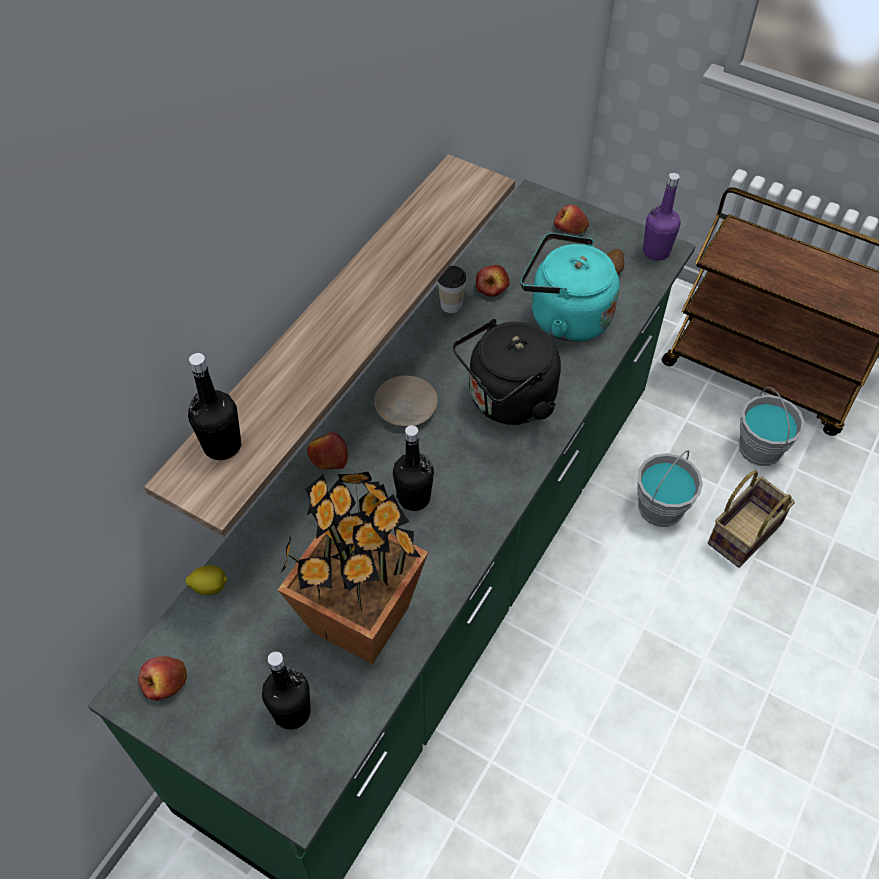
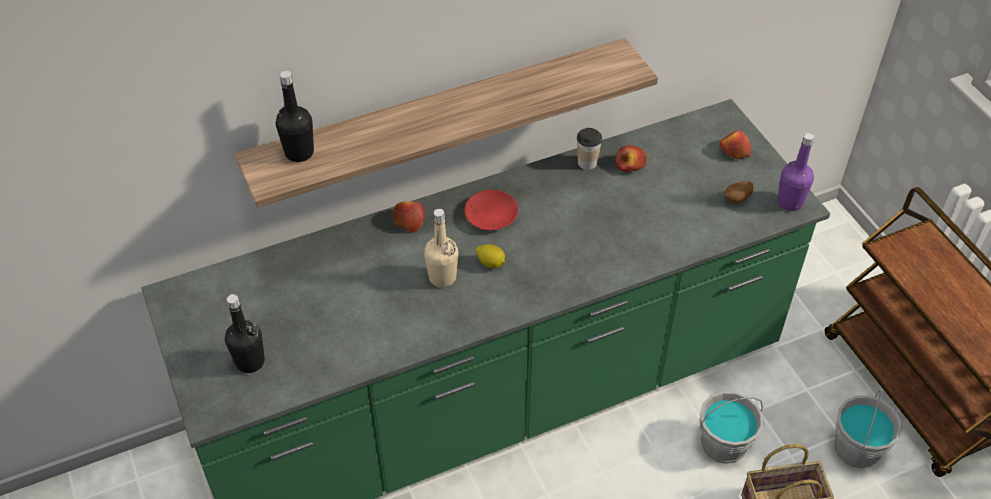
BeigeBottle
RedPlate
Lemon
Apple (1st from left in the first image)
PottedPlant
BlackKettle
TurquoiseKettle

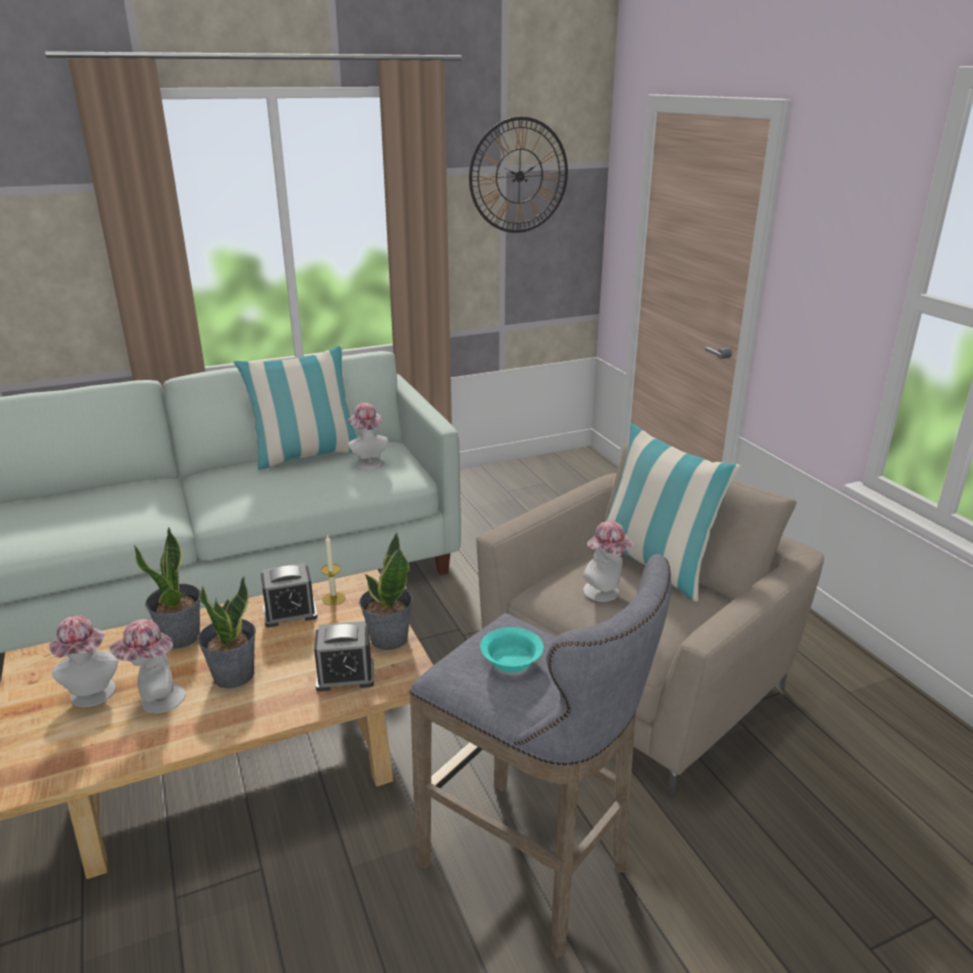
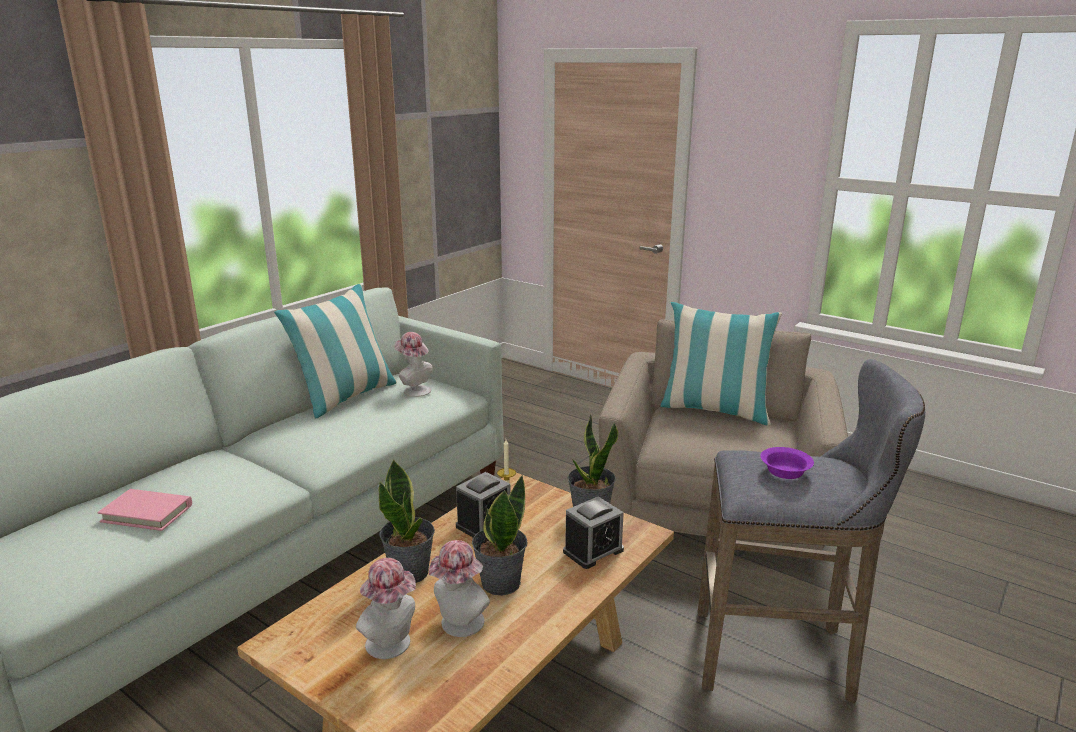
PinkBook
PurpleBowl
WallClock
Hat (4th from left in the first image)

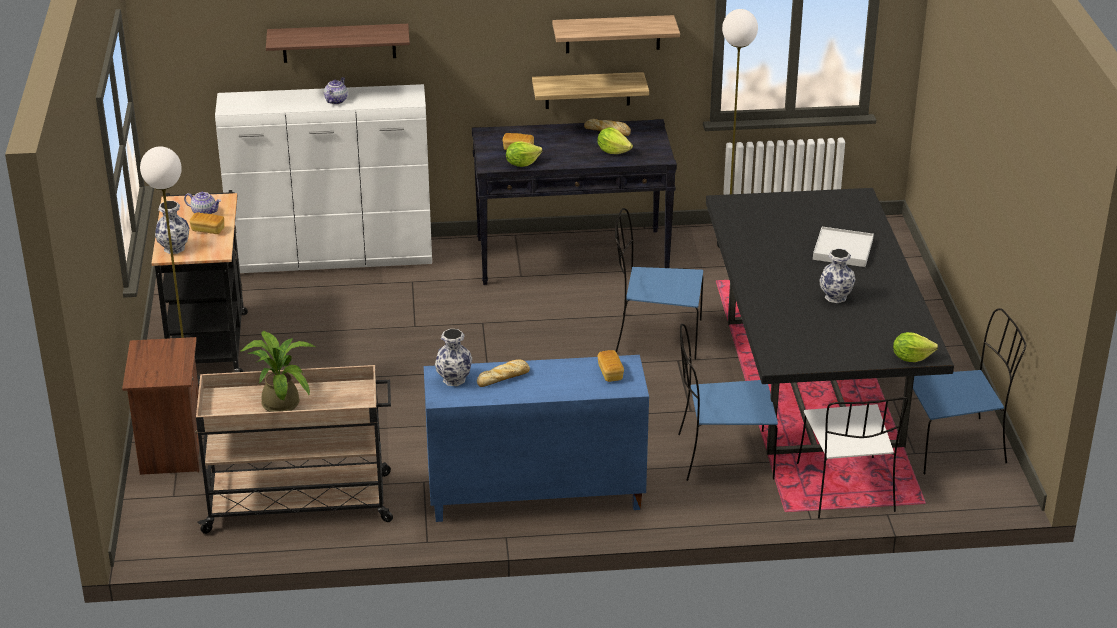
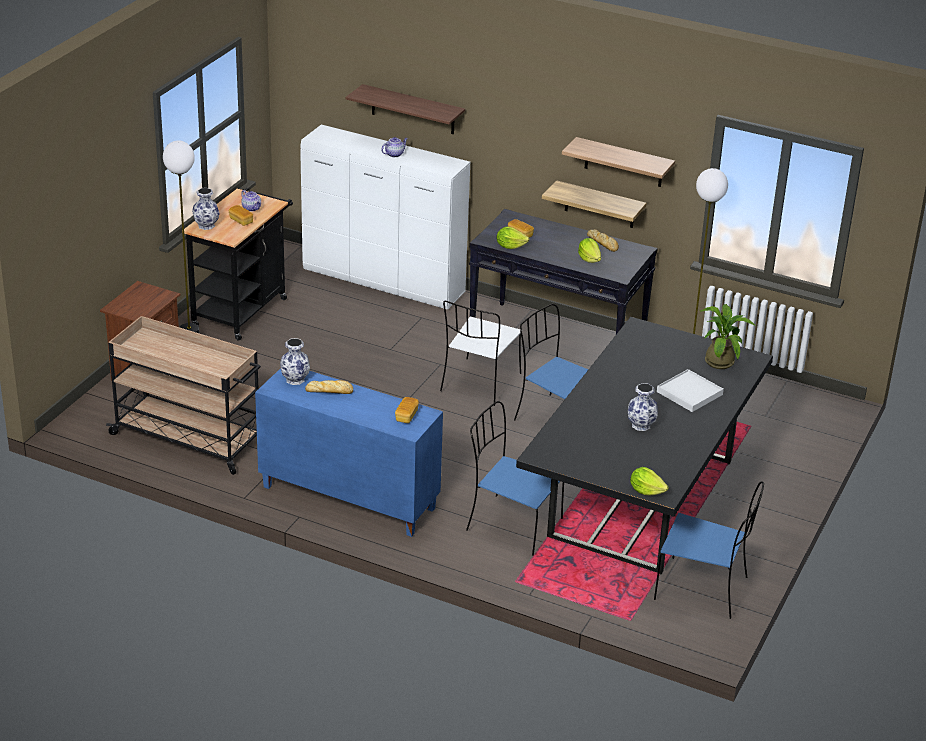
WhiteChair
PottedPlant

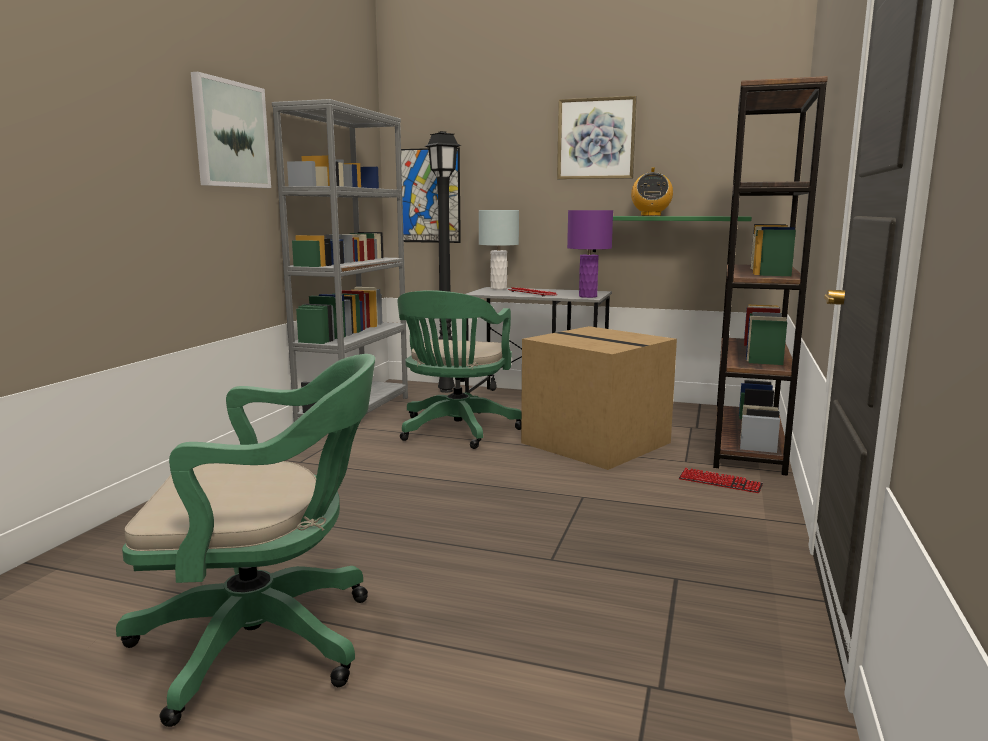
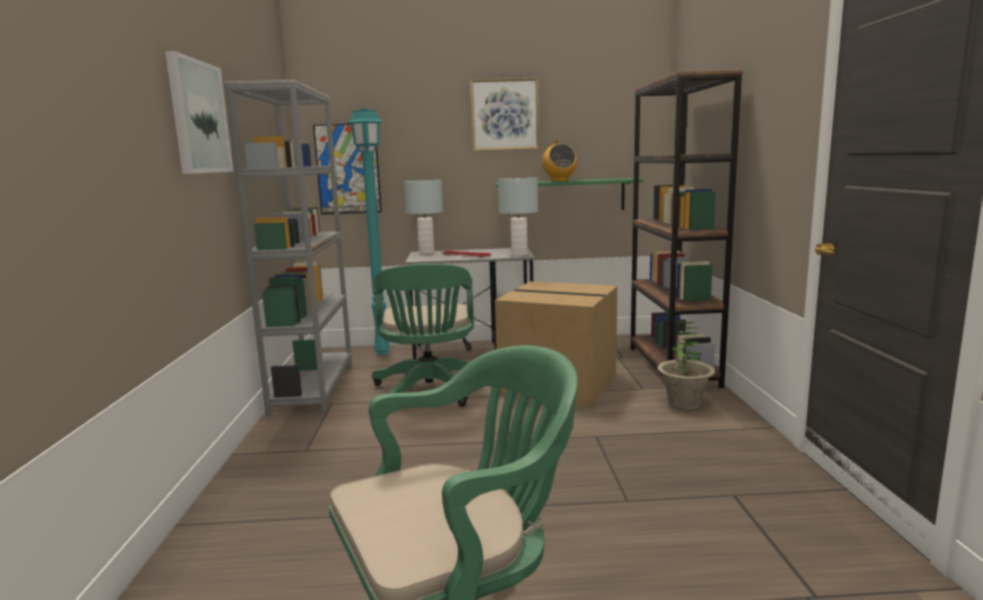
TurquoiseFloorLamp
GreyTableLamp (2nd from left)
PottedPlant

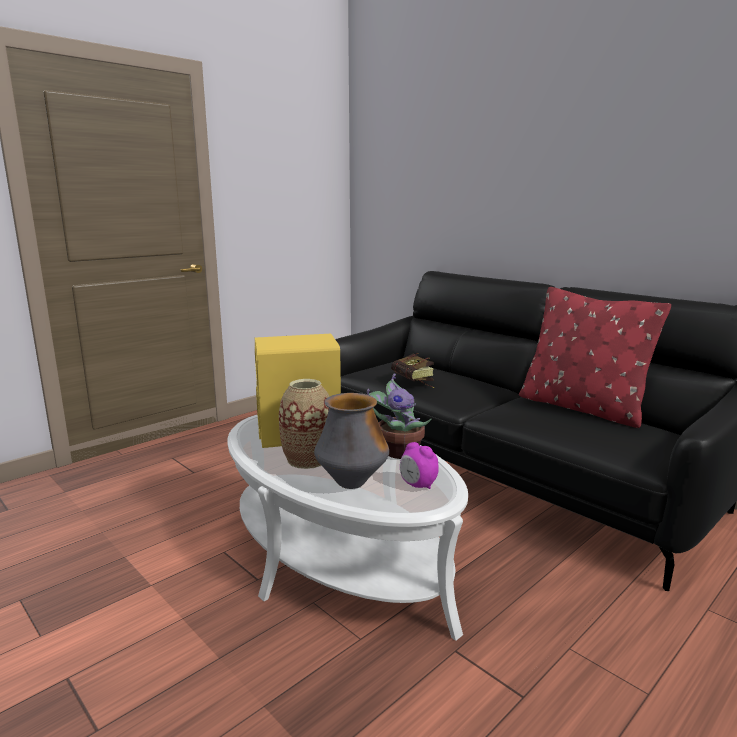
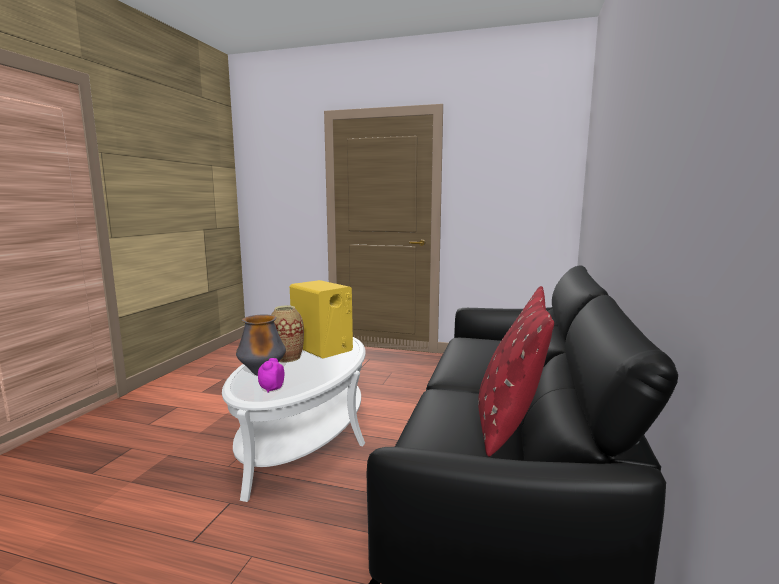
PottedPlant
Book

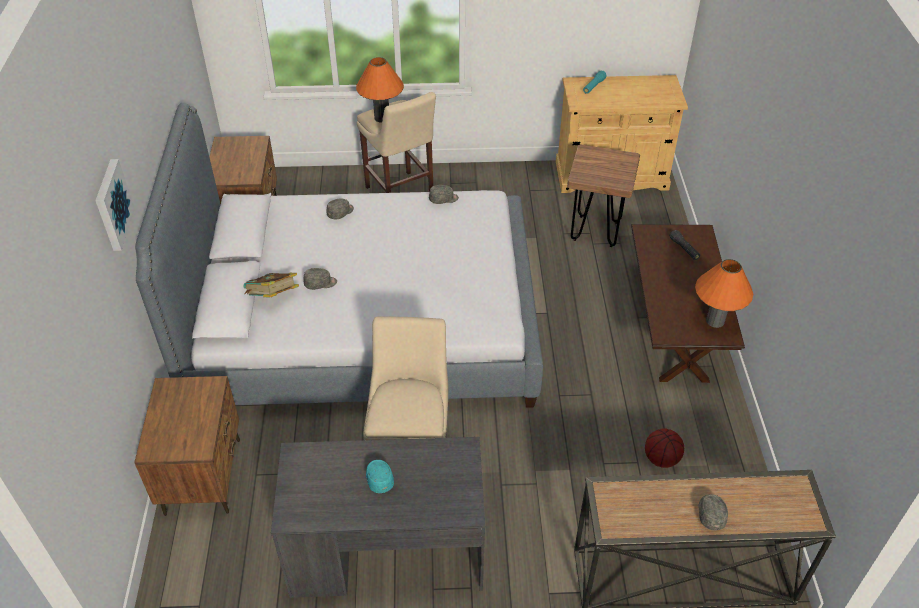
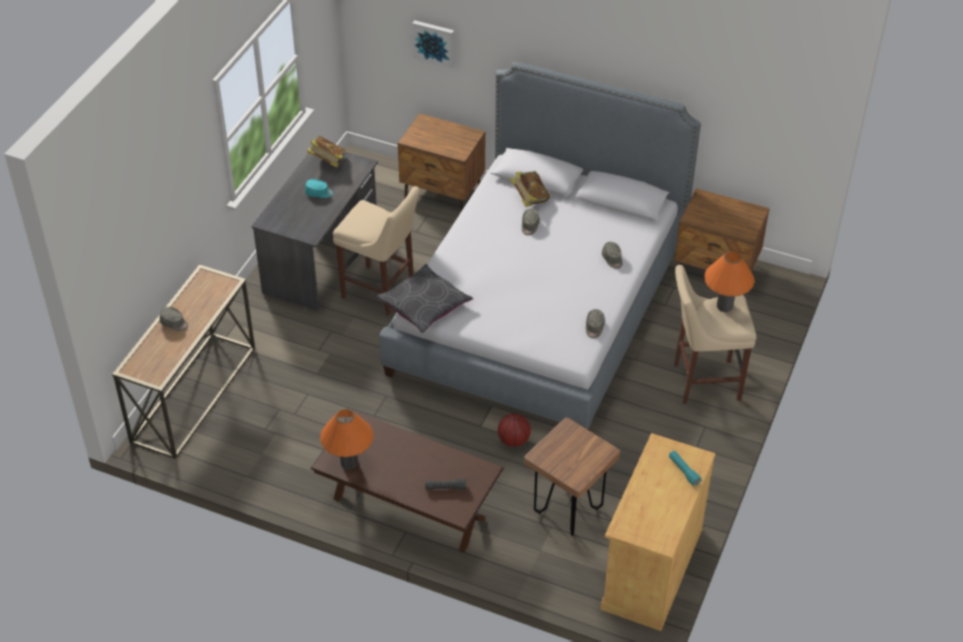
Book (1st from left)
GreyPillow
Picture
Basketball

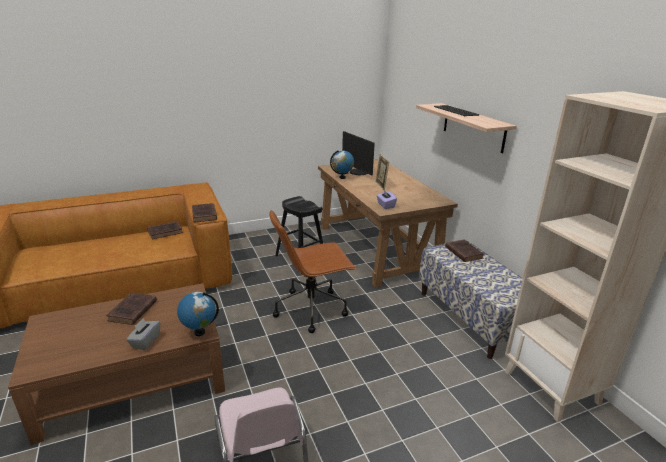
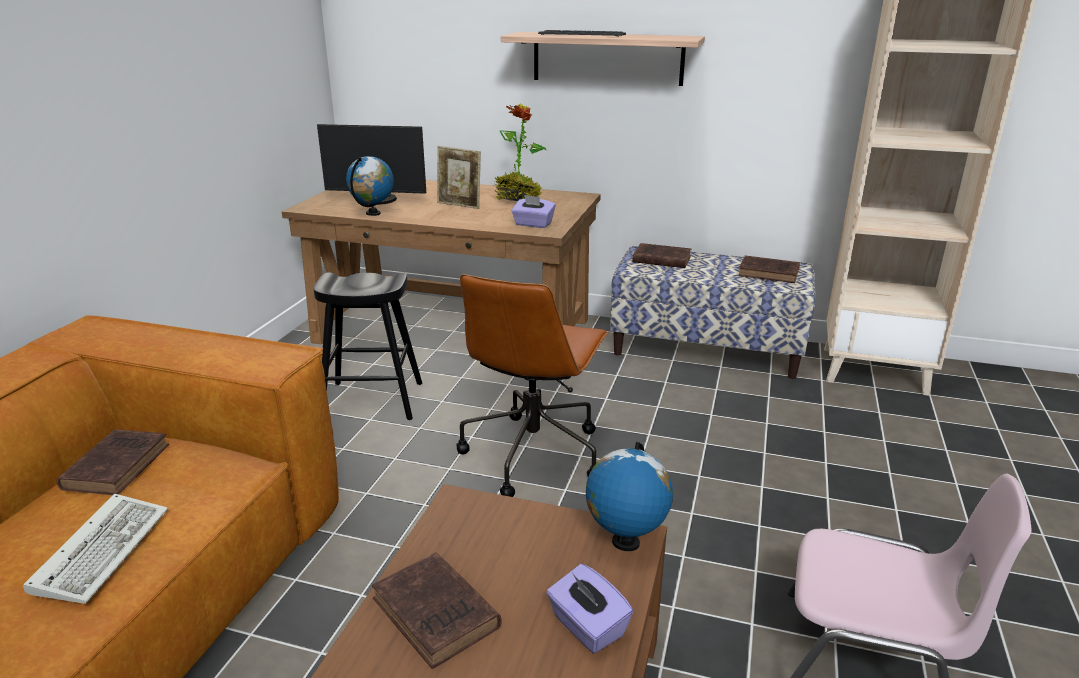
Keyboard (1st from left)
PottedPlant
PurpleTissueBox (2nd from left)
BrownBook (4th from left)

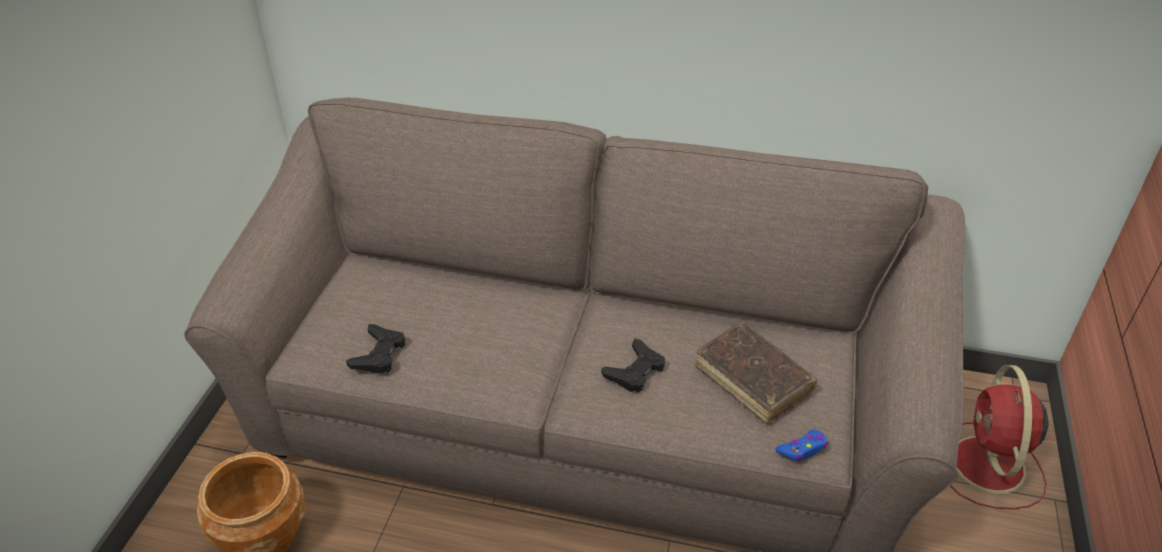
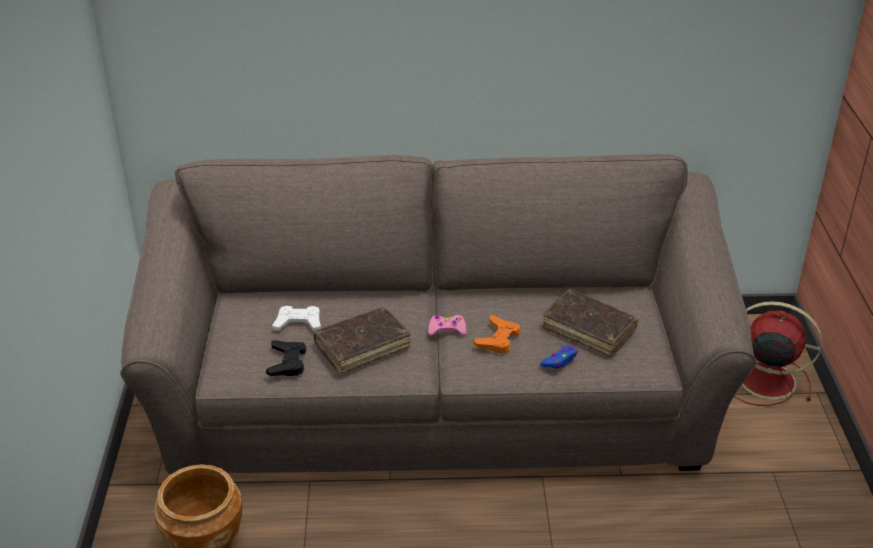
WhiteGameController
BrownBook (1st from left)
PinkGameController
OrangeGameController
BlueGameController
RedFan

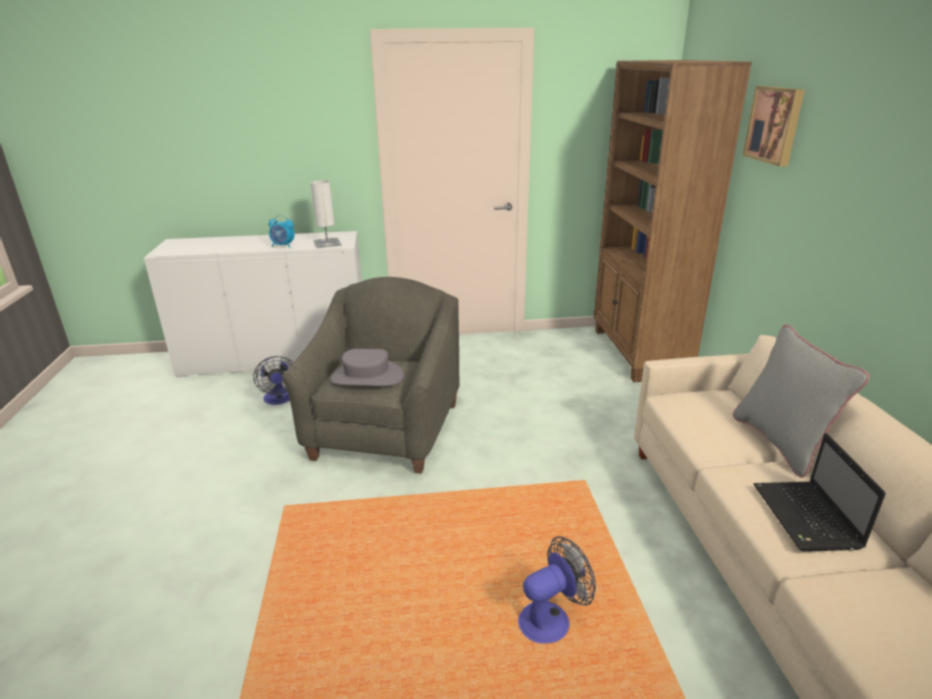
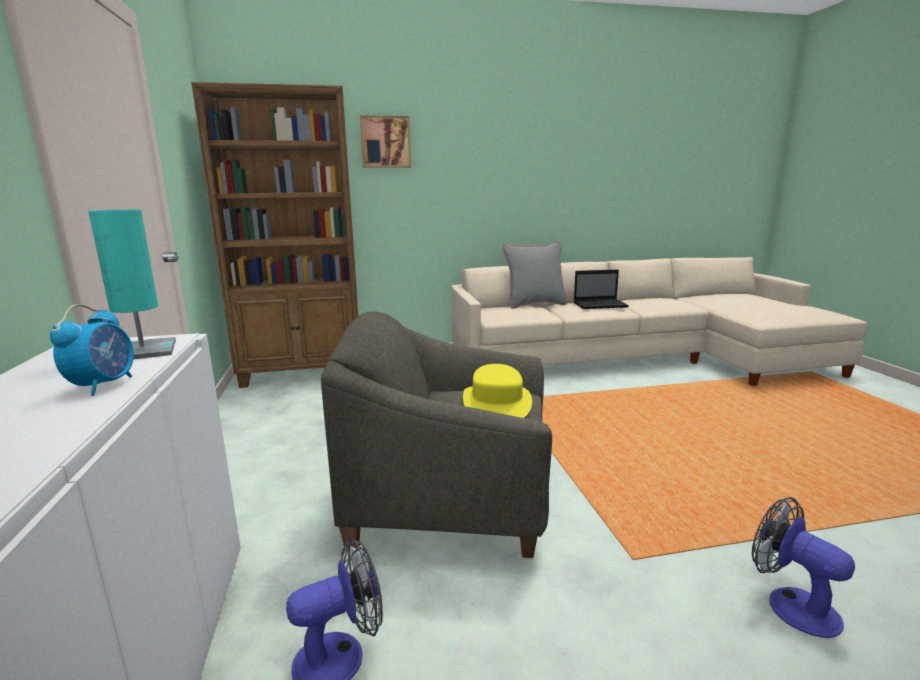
TurquoiseTableLamp
YellowHat
Fan (2nd from left)

